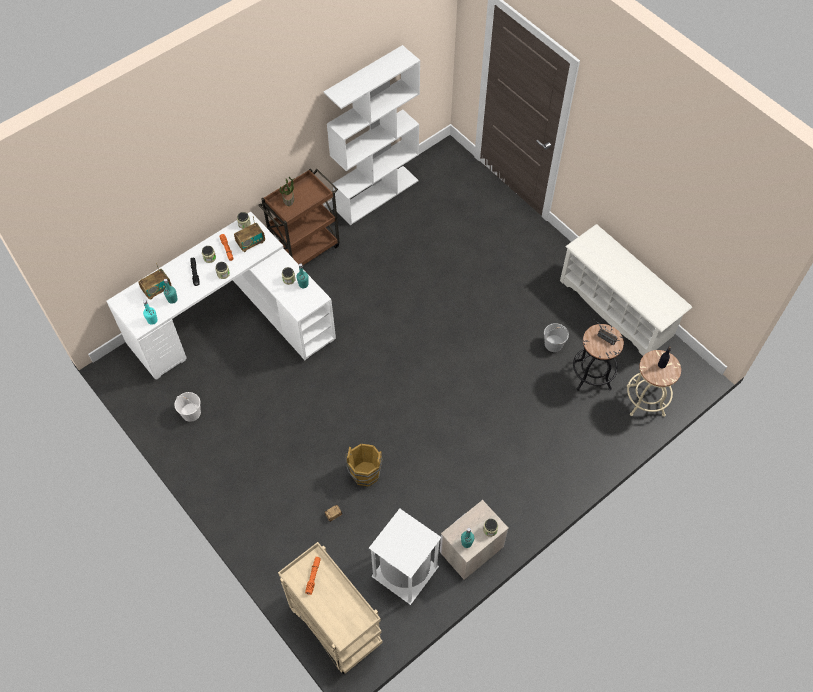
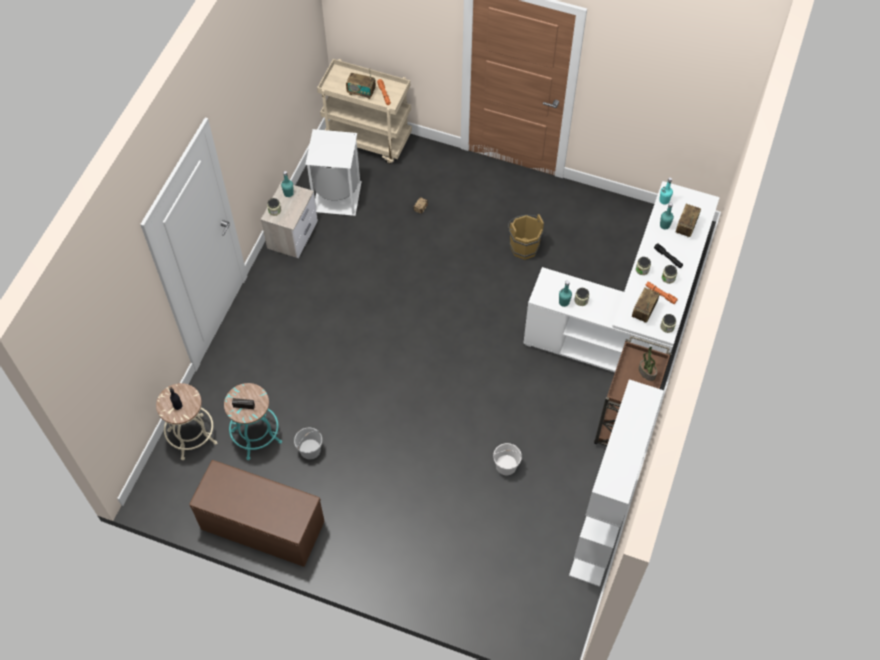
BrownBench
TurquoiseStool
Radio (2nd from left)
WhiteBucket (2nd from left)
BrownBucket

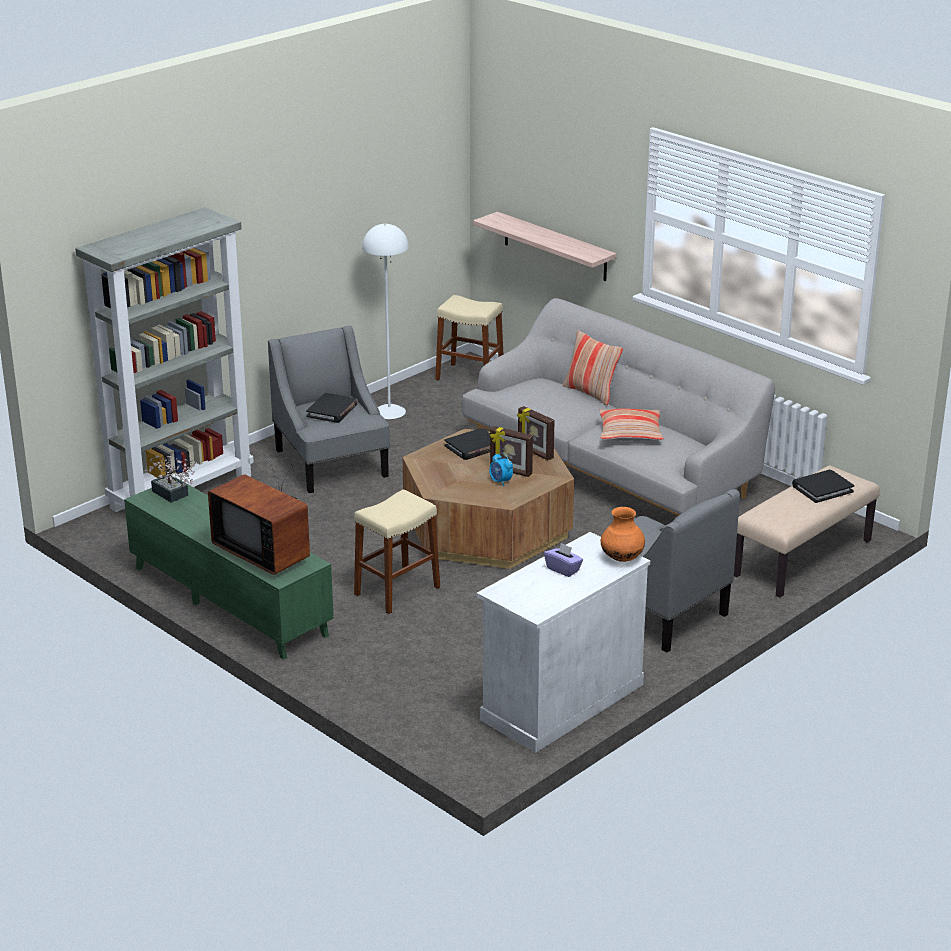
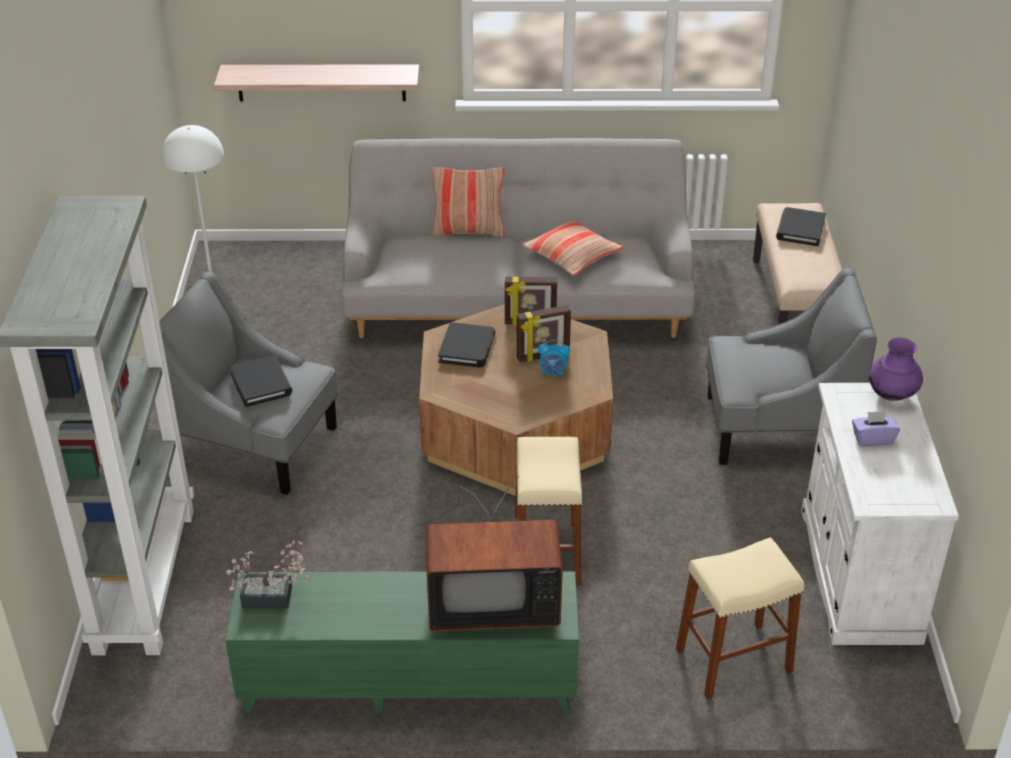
BeigeStool (2nd from left)
PurpleVase

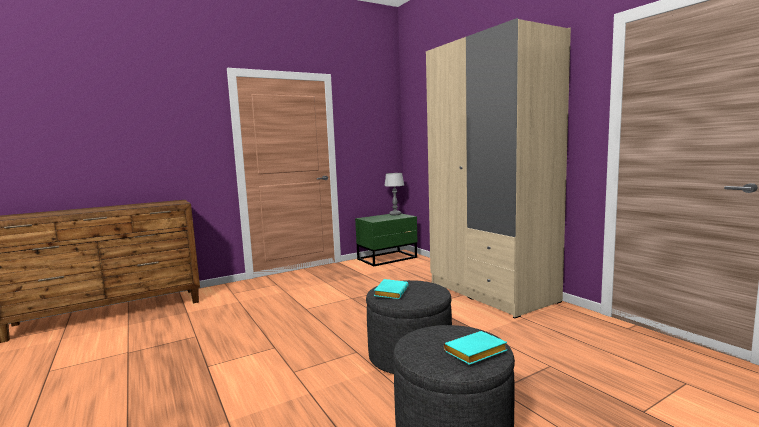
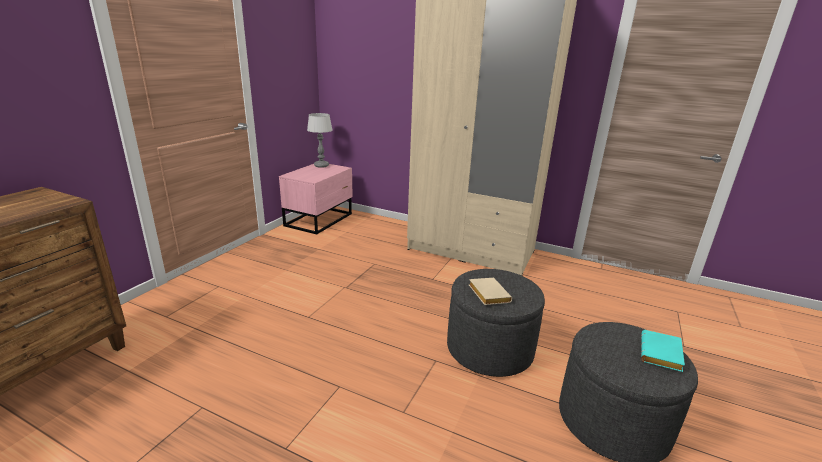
PinkNightstand
BeigeBook

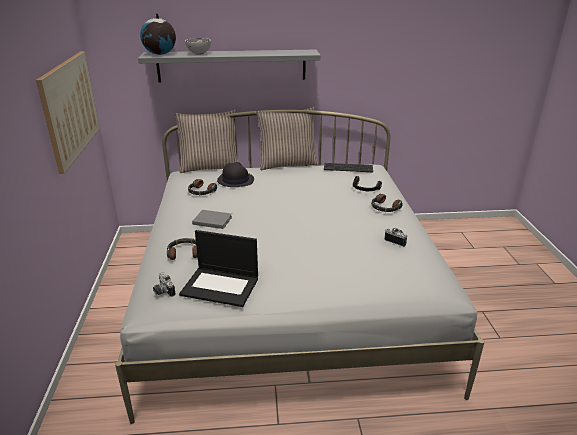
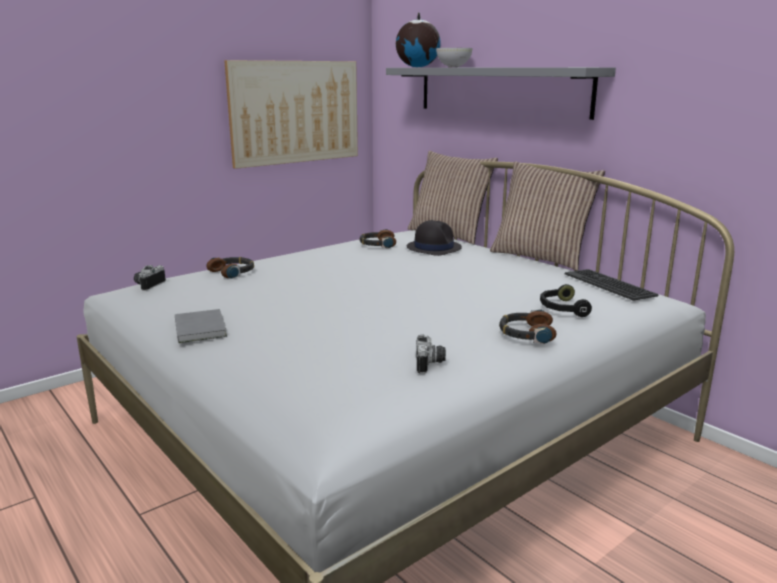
GreyBook
Laptop

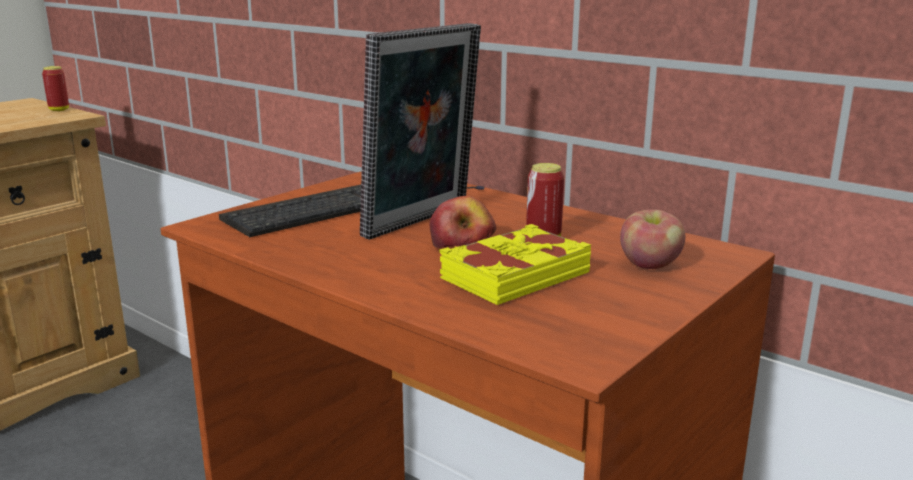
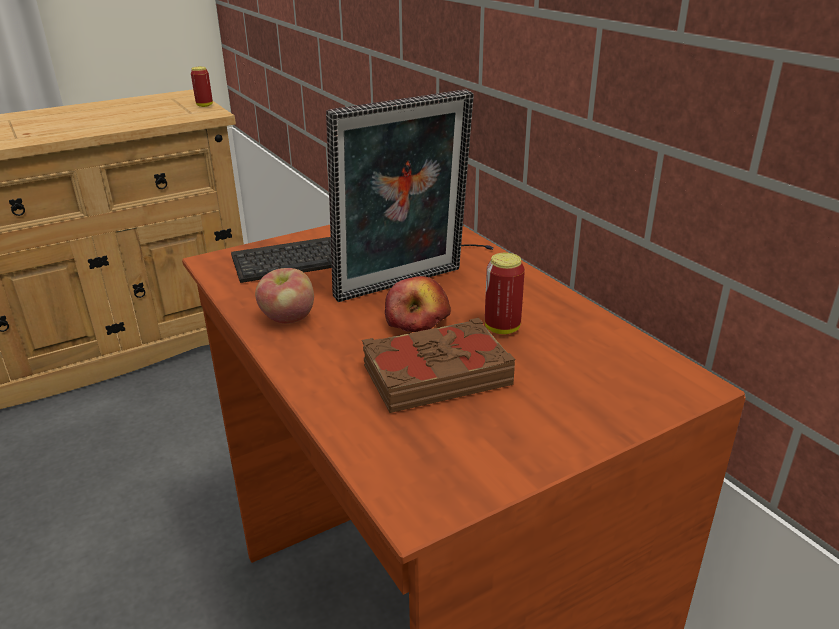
Apple (1st from left)
BrownBook

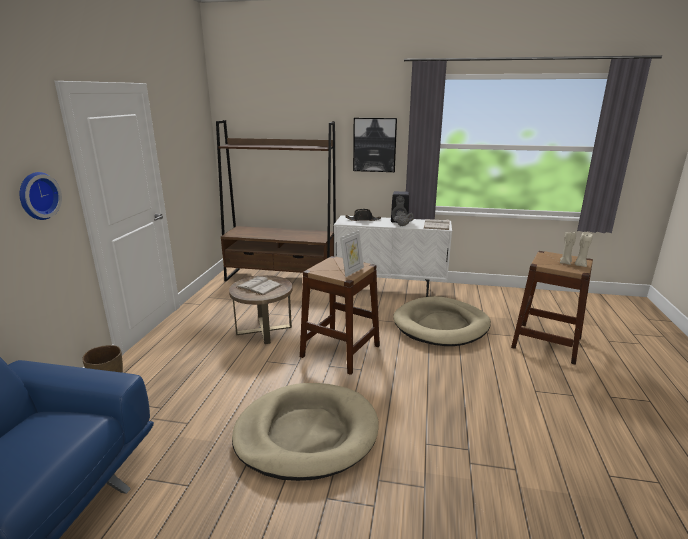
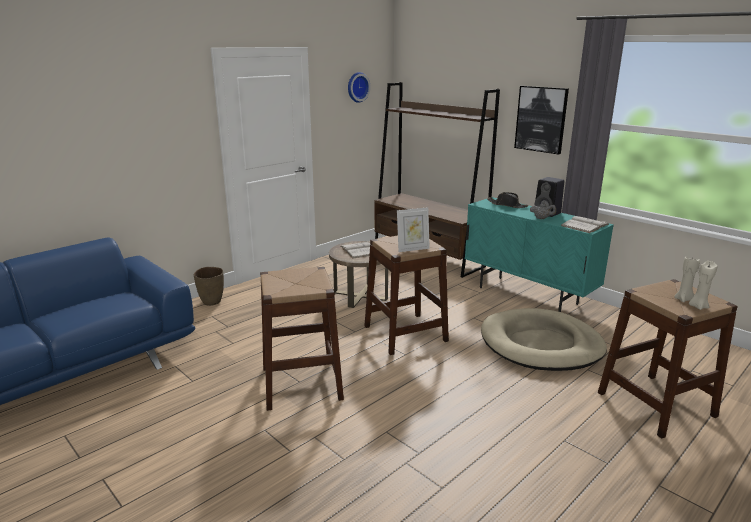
BrownStool (1st from left)
WallClock
TurquoiseCabinet

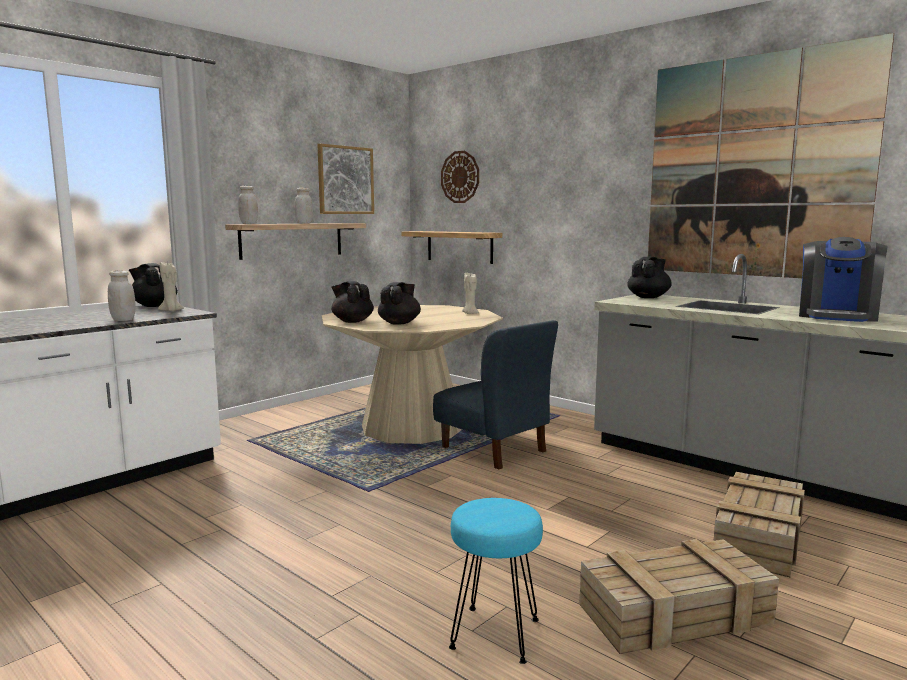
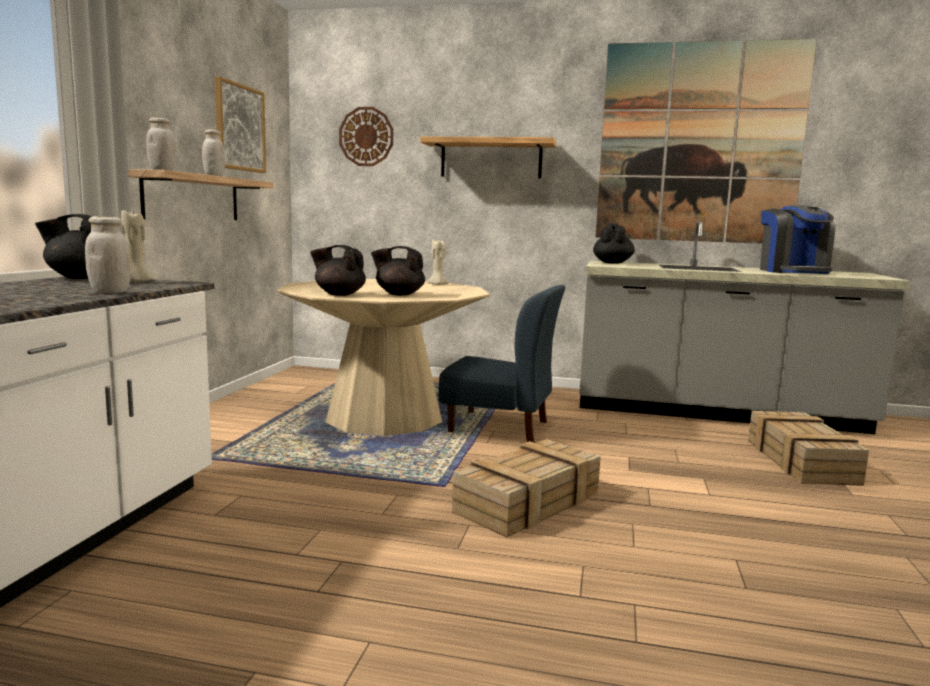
BlackTeapot (3rd from left)
Shelf (2nd from left)
Crate (1st from left)
TurquoiseStool

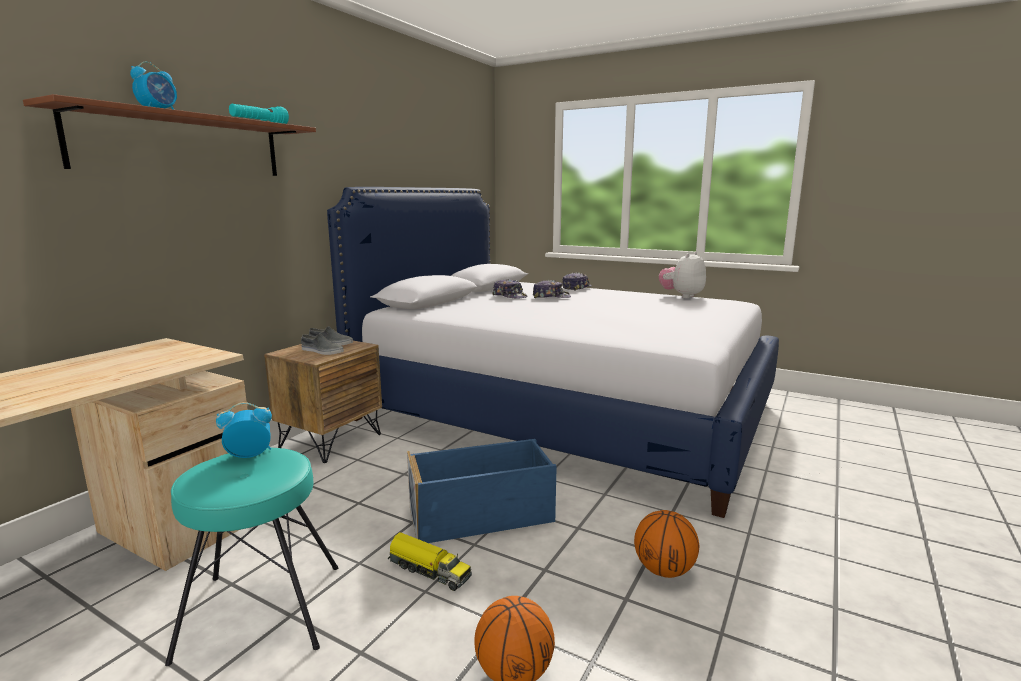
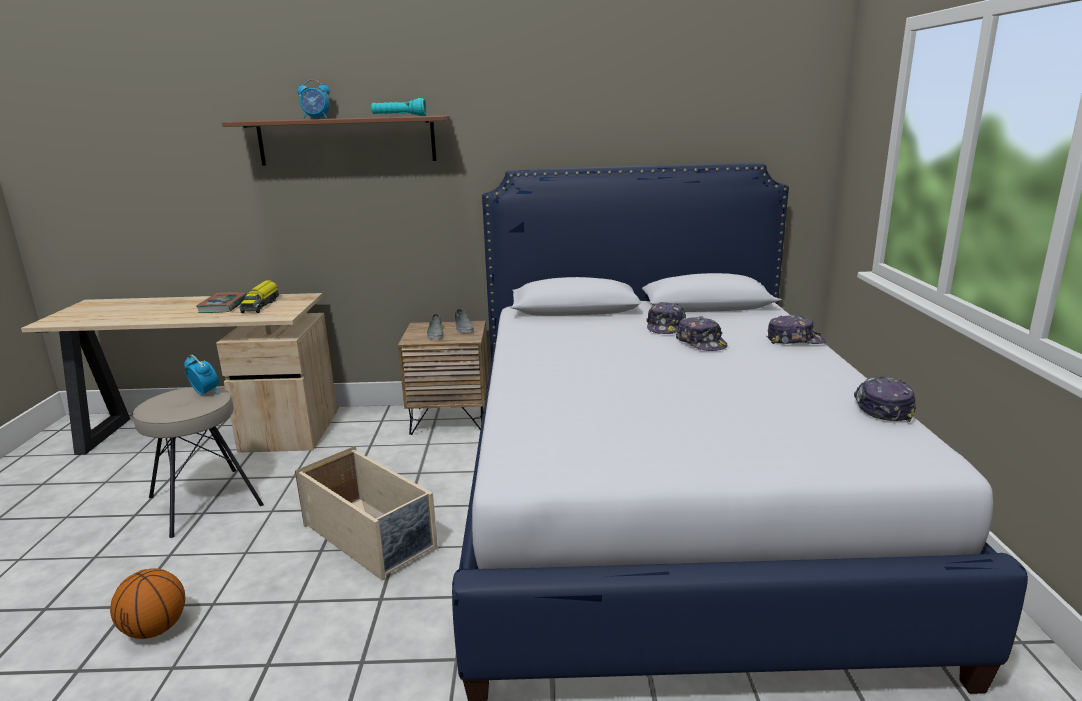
BeigeStool
Book
ToyTruck
BeigeStorageBox
Cap (4th from left)
Basketball (2nd from left in the first image)

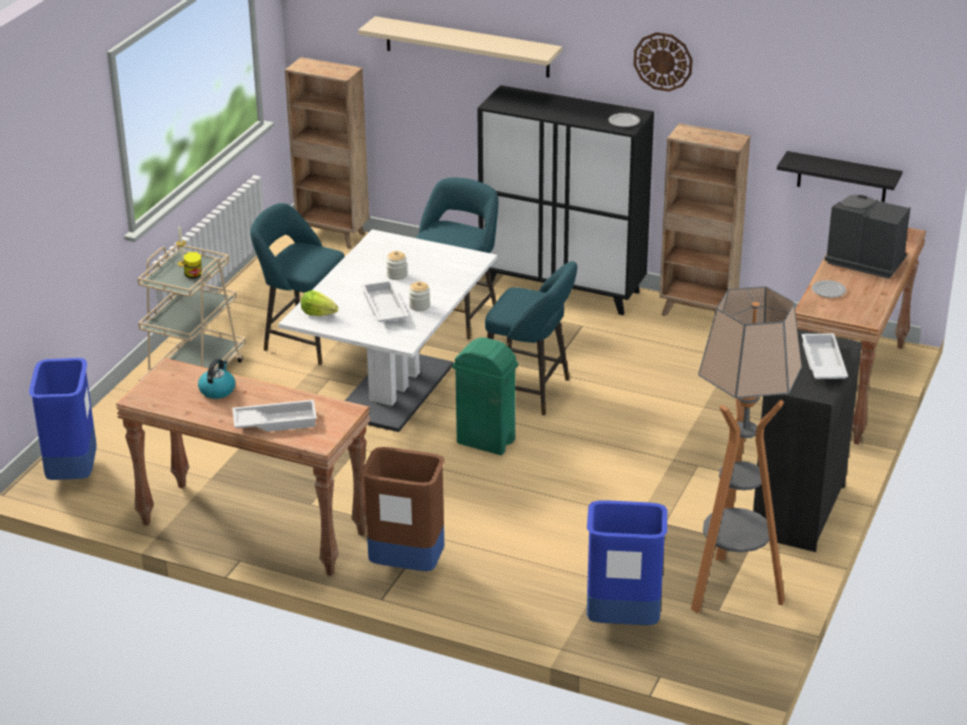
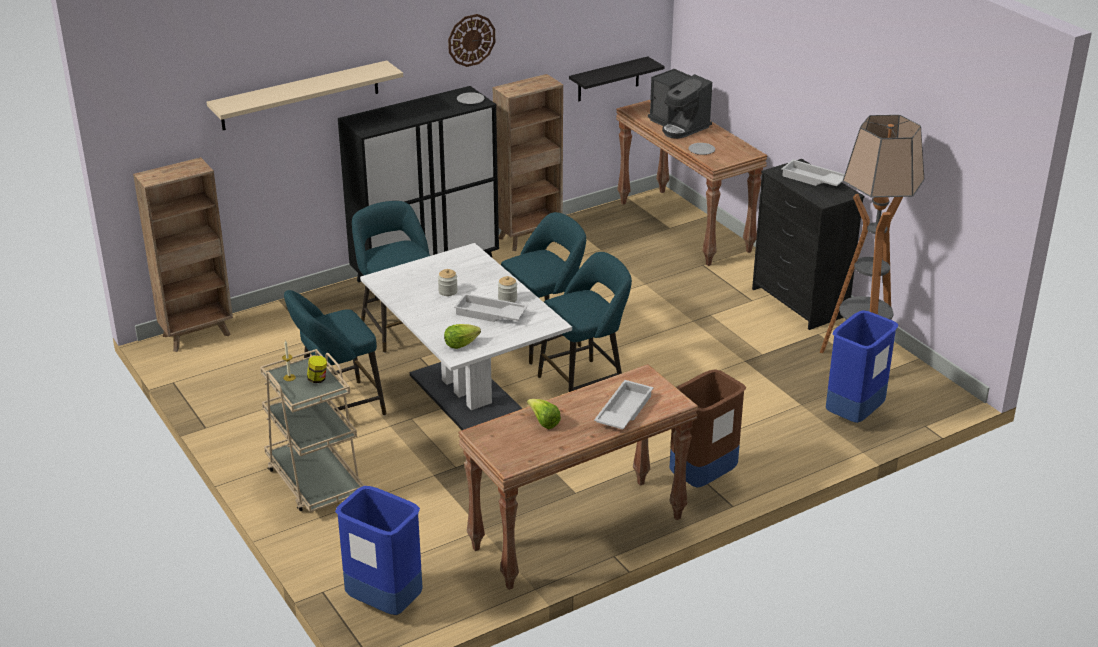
Lettuce (2nd from left)
TurquoiseStool (4th from left)
CoffeeMachine

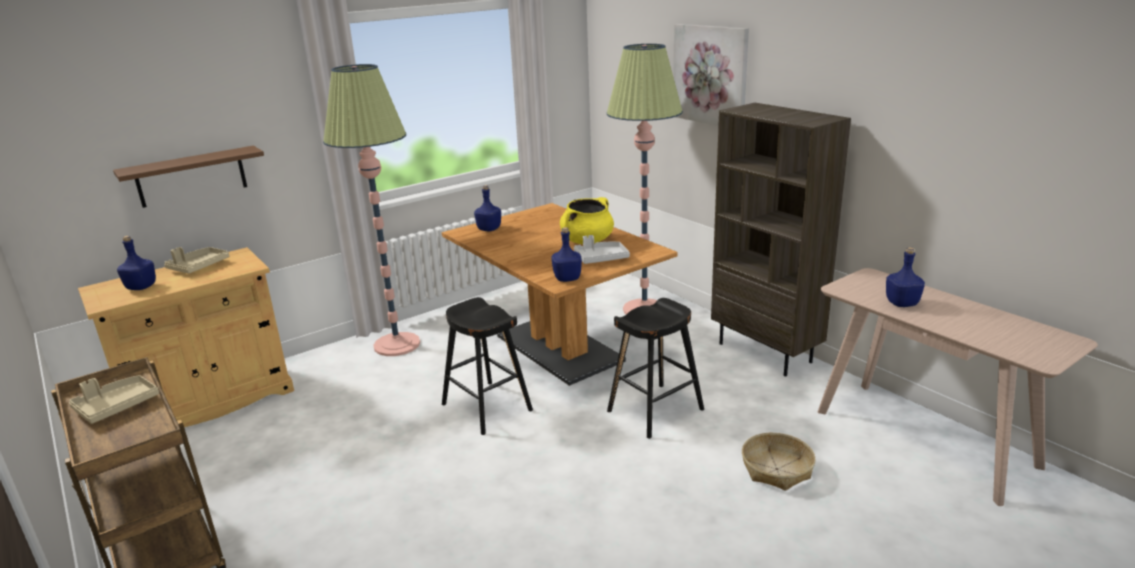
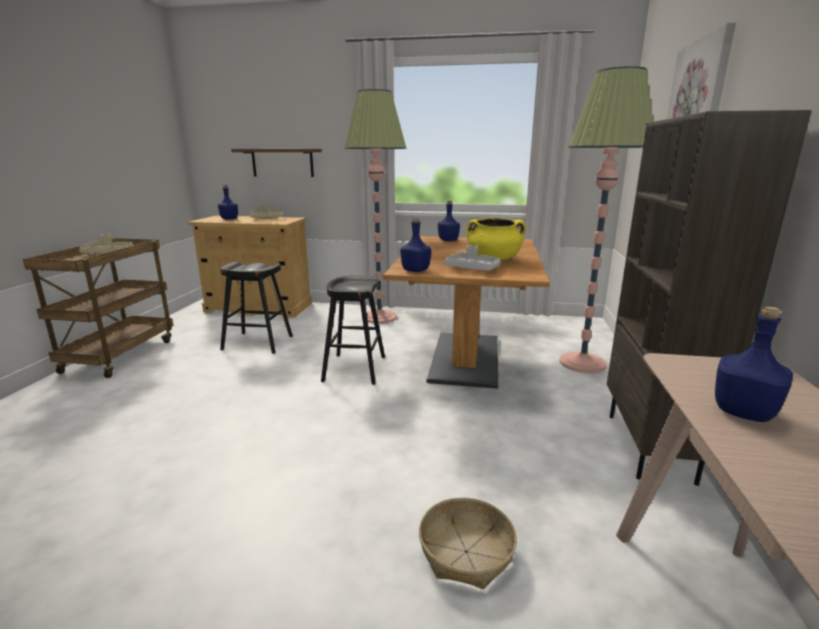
BlackStool (1st from left)

